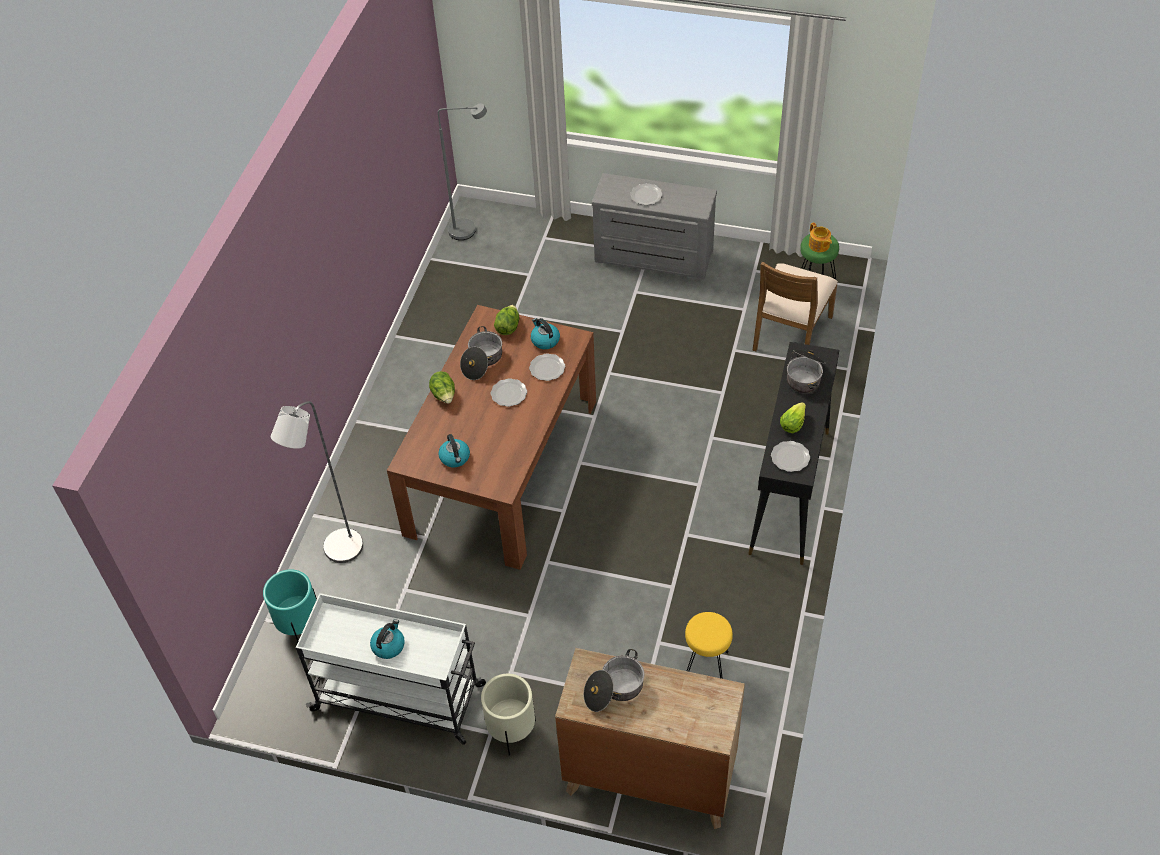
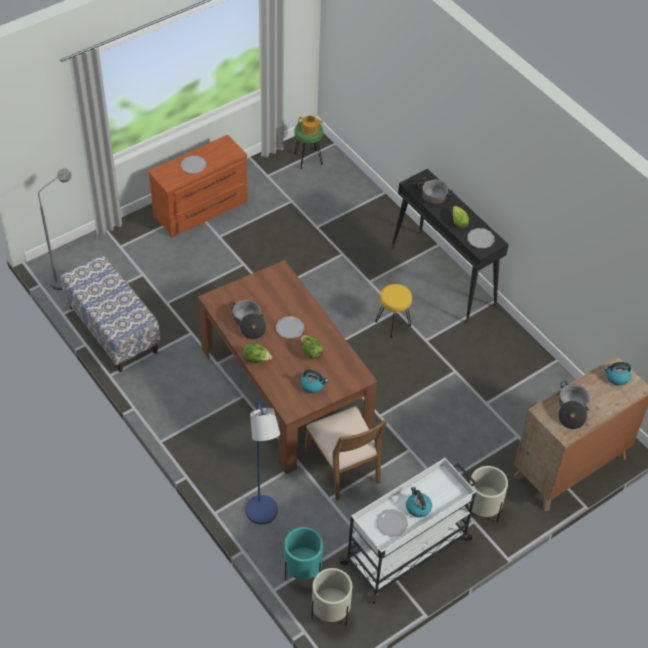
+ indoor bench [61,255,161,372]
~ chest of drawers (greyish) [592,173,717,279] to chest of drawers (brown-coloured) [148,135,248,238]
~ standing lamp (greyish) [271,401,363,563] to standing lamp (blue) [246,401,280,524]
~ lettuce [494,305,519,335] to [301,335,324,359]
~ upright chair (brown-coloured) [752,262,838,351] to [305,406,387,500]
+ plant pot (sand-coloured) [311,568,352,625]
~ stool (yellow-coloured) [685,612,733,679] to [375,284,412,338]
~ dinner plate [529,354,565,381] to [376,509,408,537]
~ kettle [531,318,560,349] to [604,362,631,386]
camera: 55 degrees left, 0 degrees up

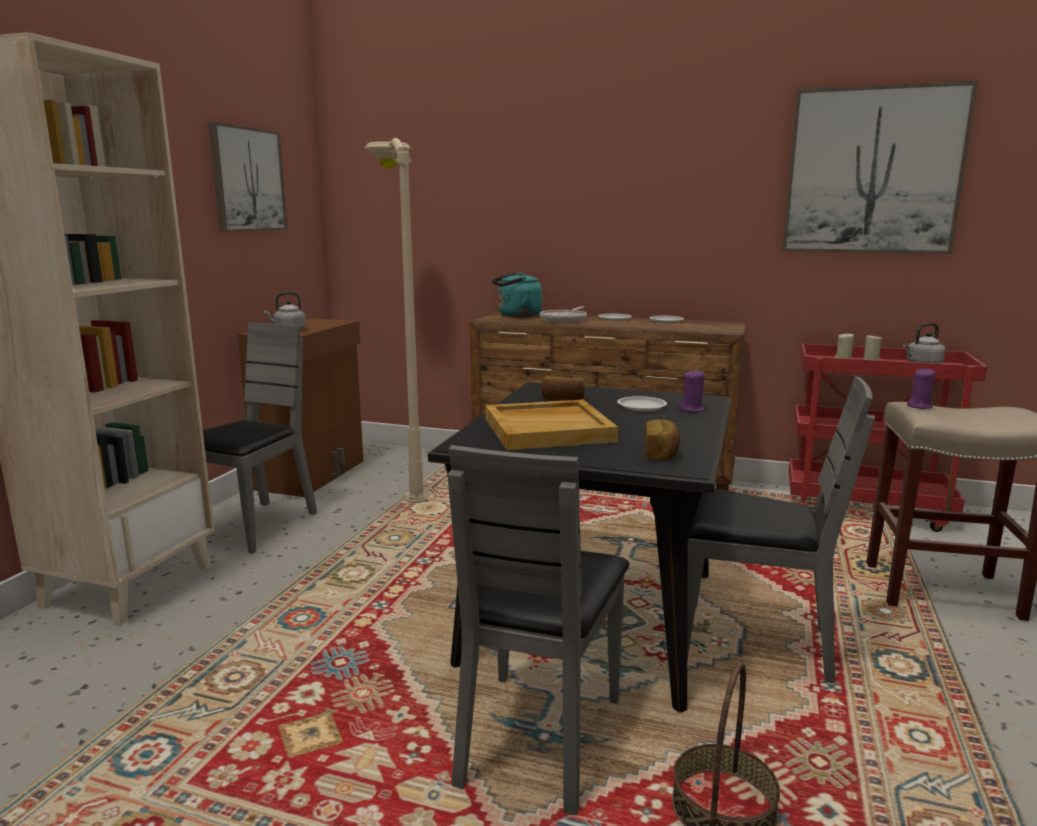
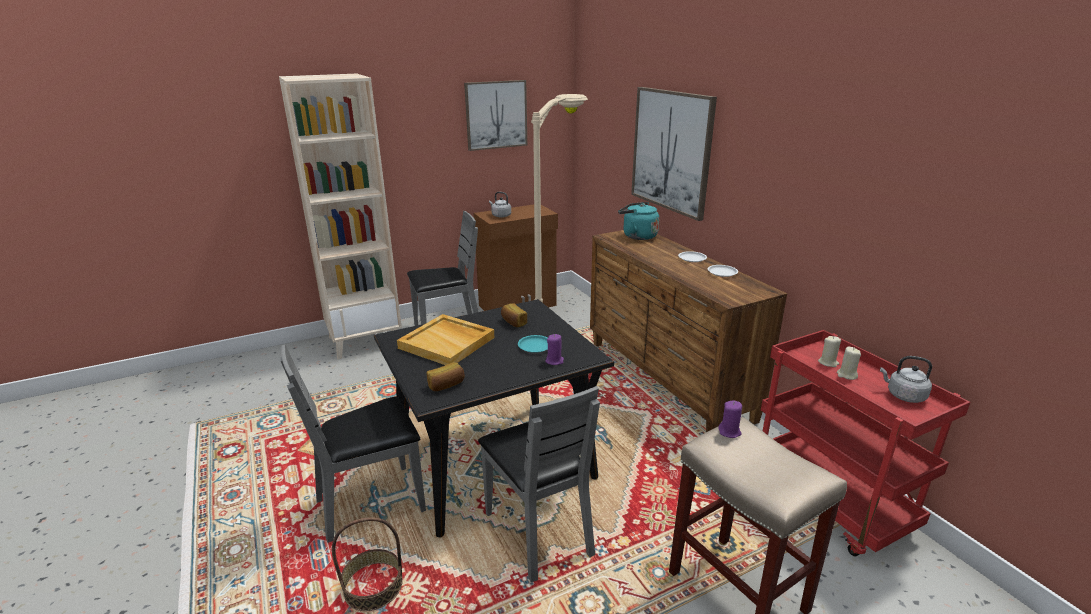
~ dinner plate (whitish) [617,396,667,411] to dinner plate (blue-green) [518,335,548,353]
~ wall art [782,80,978,254] to [631,87,717,221]
- frying pan [540,307,587,323]
camera: 45 degrees right, 10 degrees up

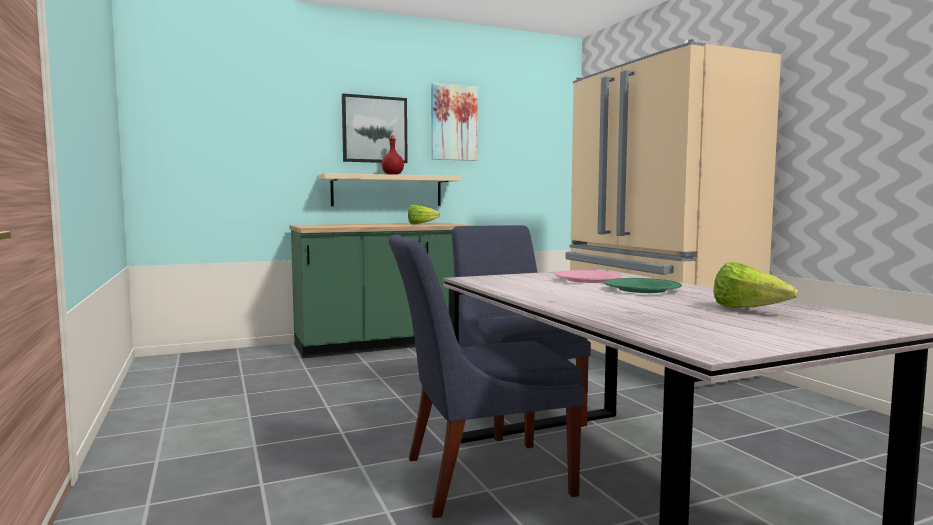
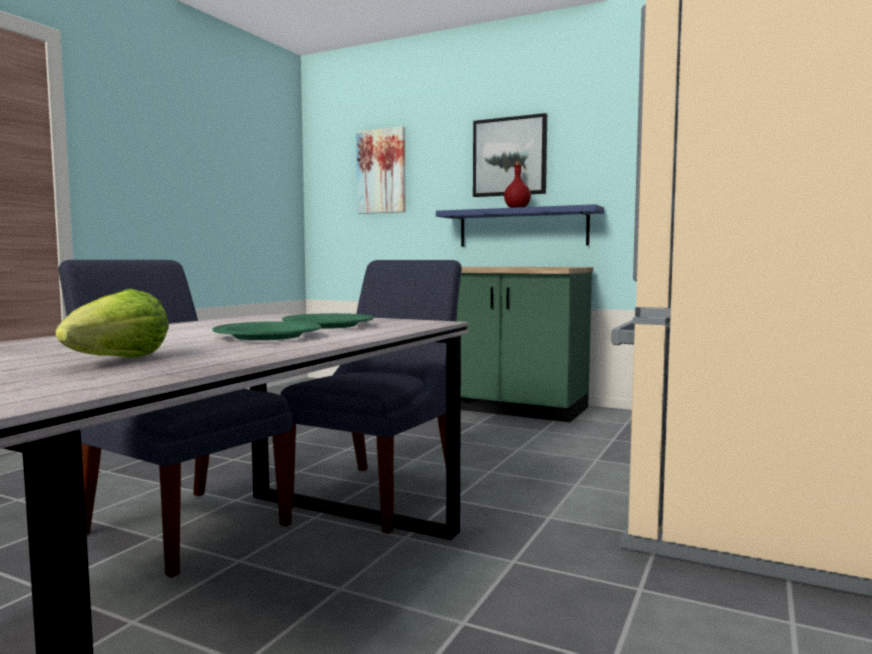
~ dinner plate (pink-coloured) [555,270,622,283] to dinner plate (greenish) [282,313,374,329]
~ wall art [431,83,478,161] to [356,126,406,214]
~ bracket shelf (sand-coloured) [318,173,461,206] to bracket shelf (blue) [436,204,604,247]
- lettuce [408,205,440,225]
camera: 50 degrees right, 0 degrees up

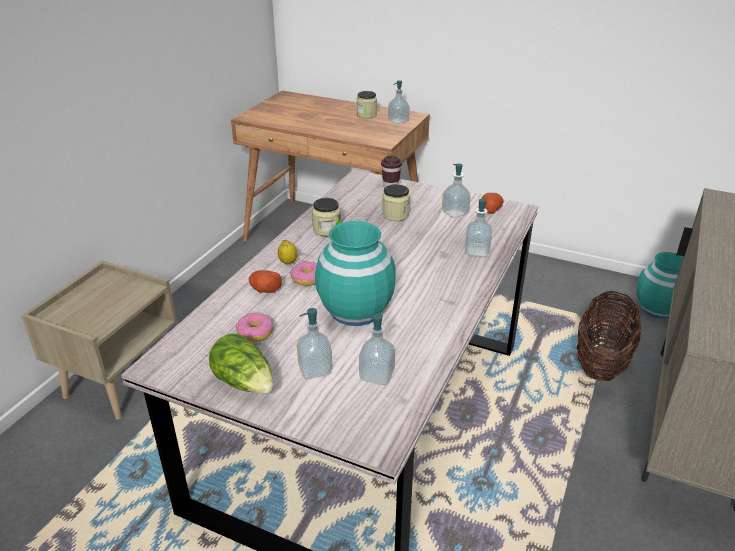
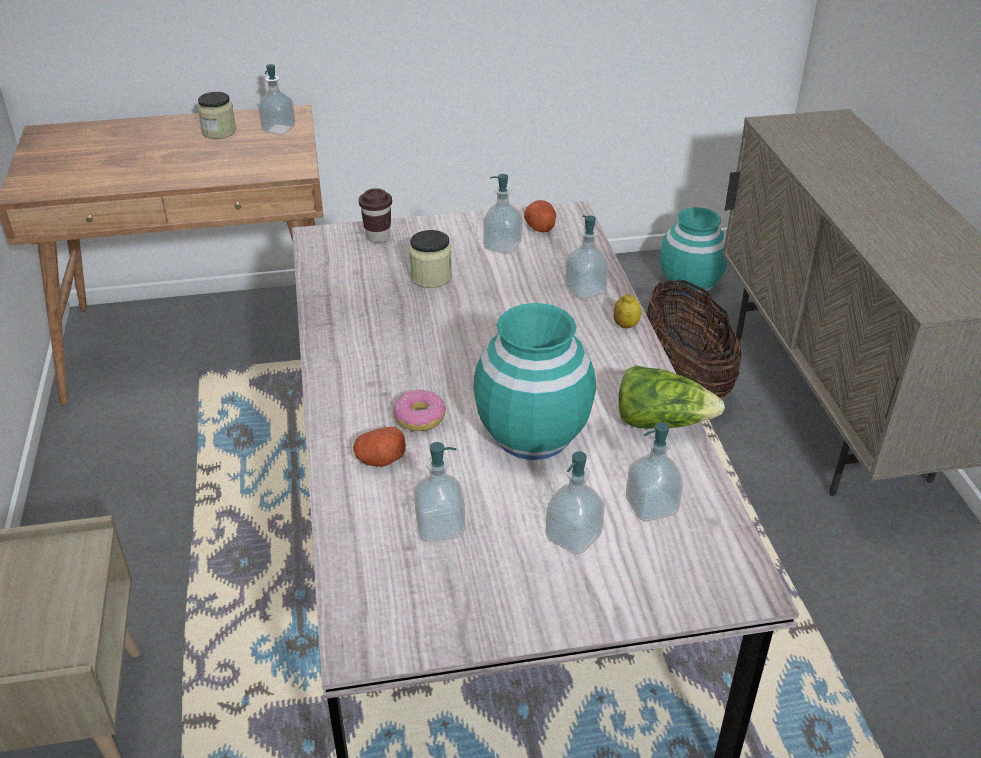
~ ring doughnut [236,313,274,342] to soap dispenser [414,442,465,542]
~ lemon [278,240,297,264] to [613,294,641,328]
~ lettuce [209,333,274,394] to [619,365,725,429]
- preserve jar [312,198,341,236]
camera: 35 degrees left, 5 degrees up

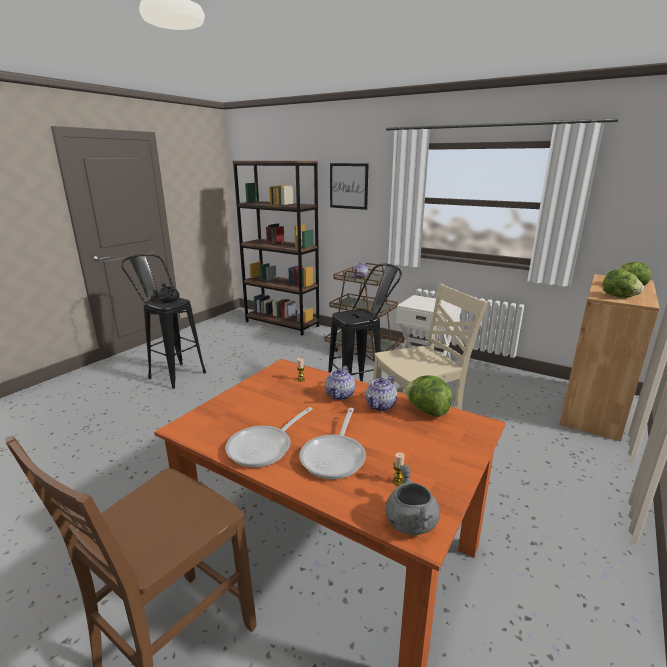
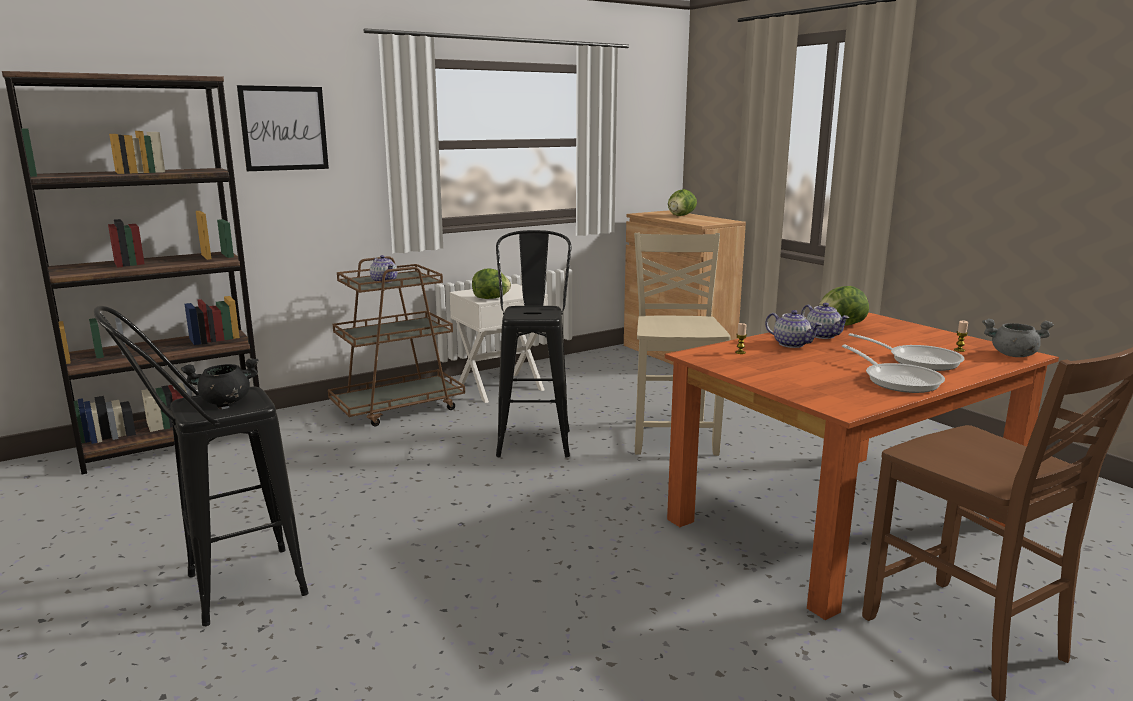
~ lettuce [603,269,644,298] to [472,268,511,299]
camera: 65 degrees left, 5 degrees down

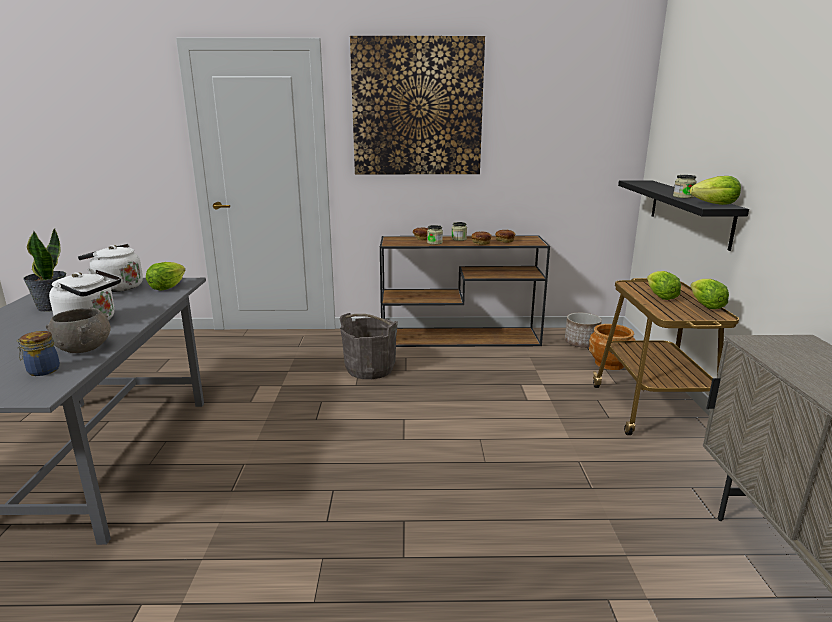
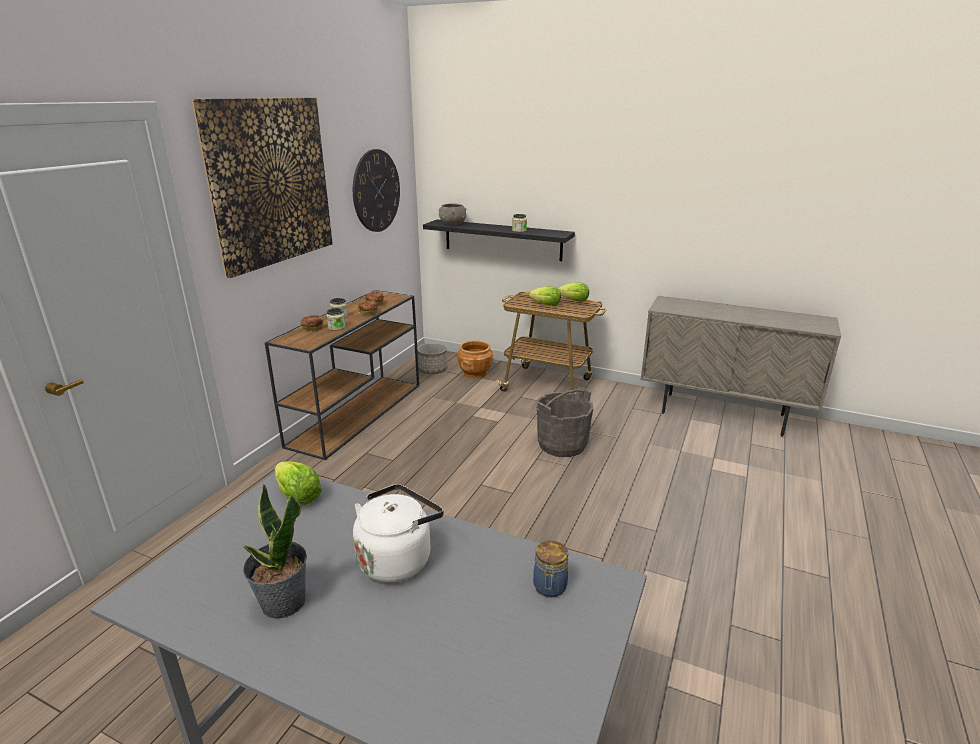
+ clock on the wall [353,149,400,232]
~ serving bowl (greyish) [46,308,111,353] to [439,203,466,225]
~ pail (greyish) [339,313,398,379] to [536,387,594,457]
- kettle (whitish) [78,244,143,292]
- lettuce [690,176,741,205]
camera: 65 degrees left, 5 degrees up

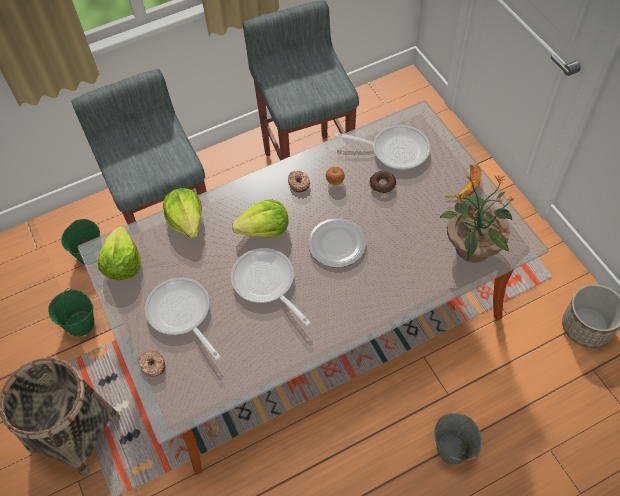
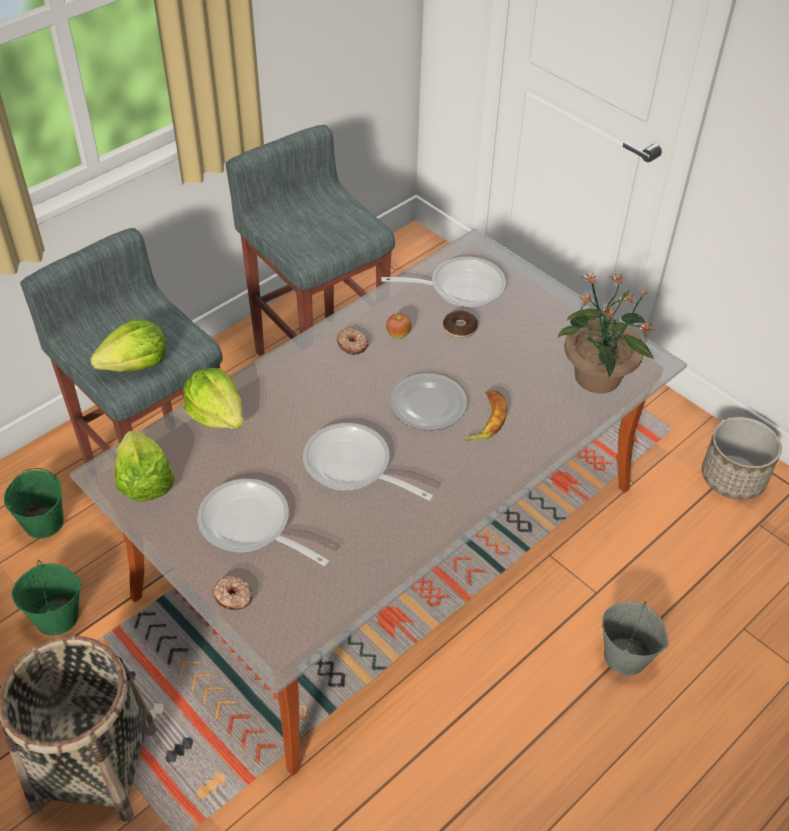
~ lettuce [232,199,289,238] to [90,319,167,372]
~ banana [444,164,482,198] to [464,390,507,440]
camera: 20 degrees left, 10 degrees down

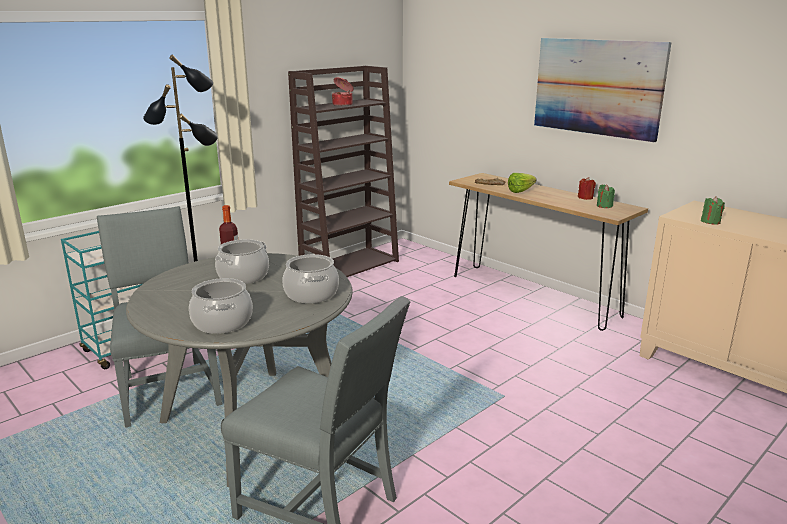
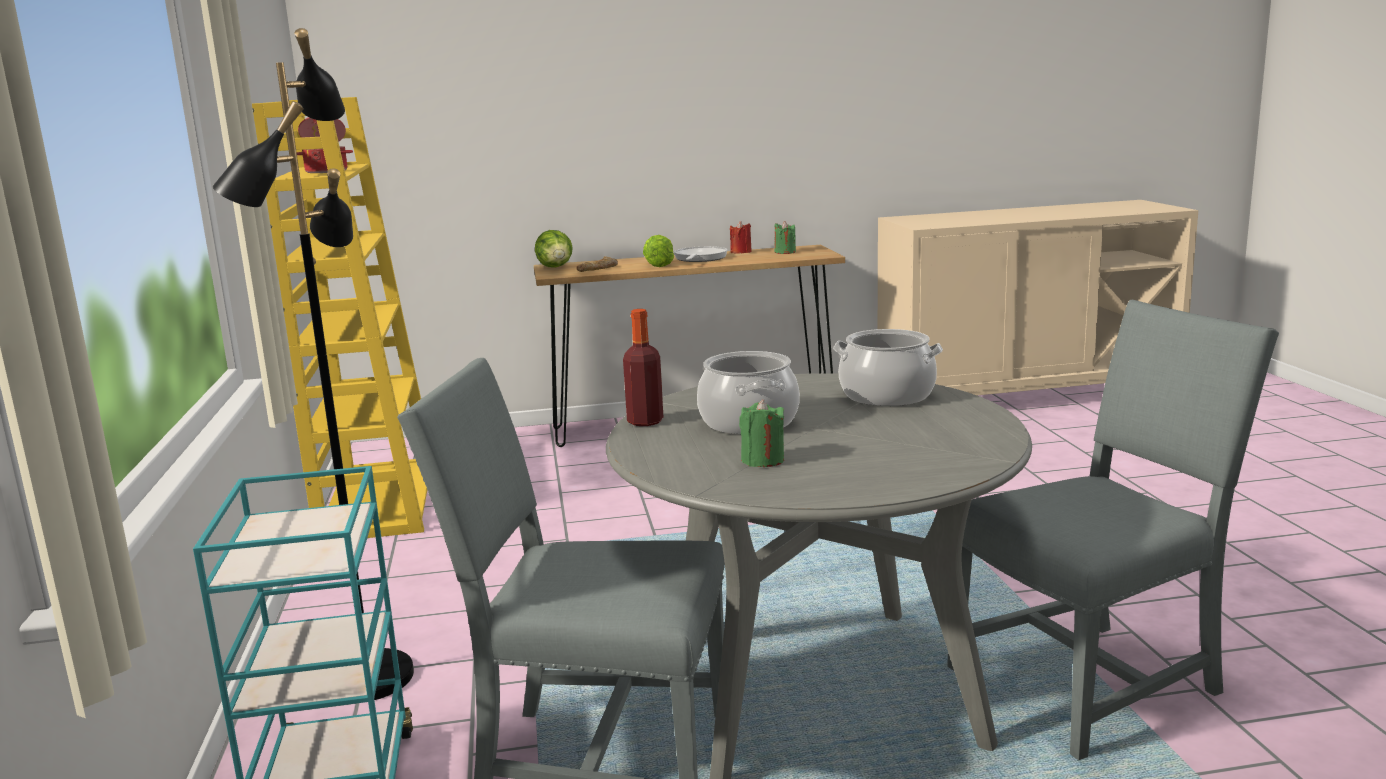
~ bookcase (brown-coloured) [288,66,399,277] to bookcase (yellow-coloured) [252,97,427,538]
+ lettuce [535,230,573,268]
+ frying pan [674,246,727,262]
~ wax light (greenish) [701,196,725,225] to [739,400,784,467]
- cooking pot [189,278,253,334]
- wall art [534,38,672,142]
camera: 55 degrees left, 5 degrees down

